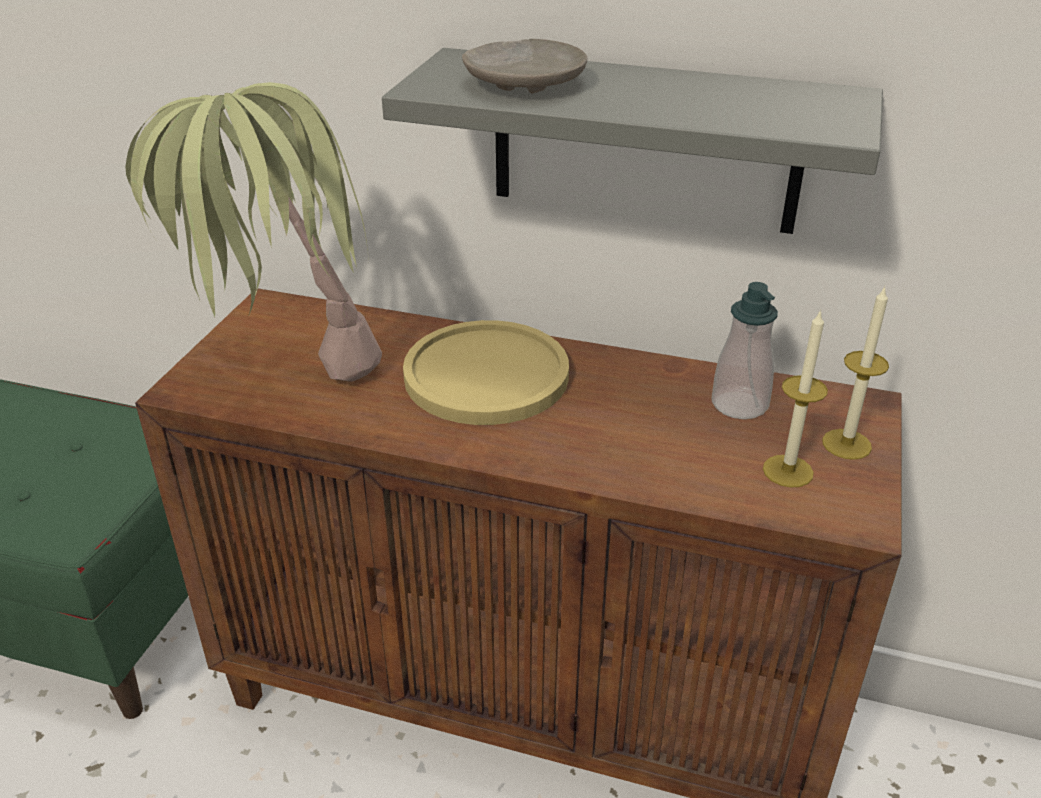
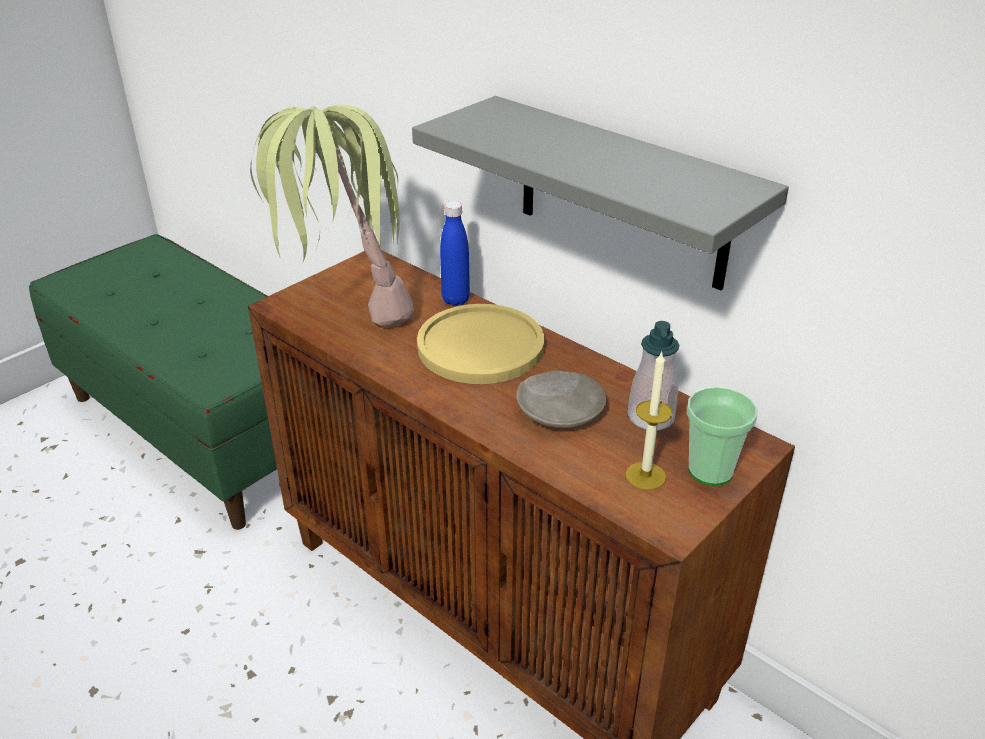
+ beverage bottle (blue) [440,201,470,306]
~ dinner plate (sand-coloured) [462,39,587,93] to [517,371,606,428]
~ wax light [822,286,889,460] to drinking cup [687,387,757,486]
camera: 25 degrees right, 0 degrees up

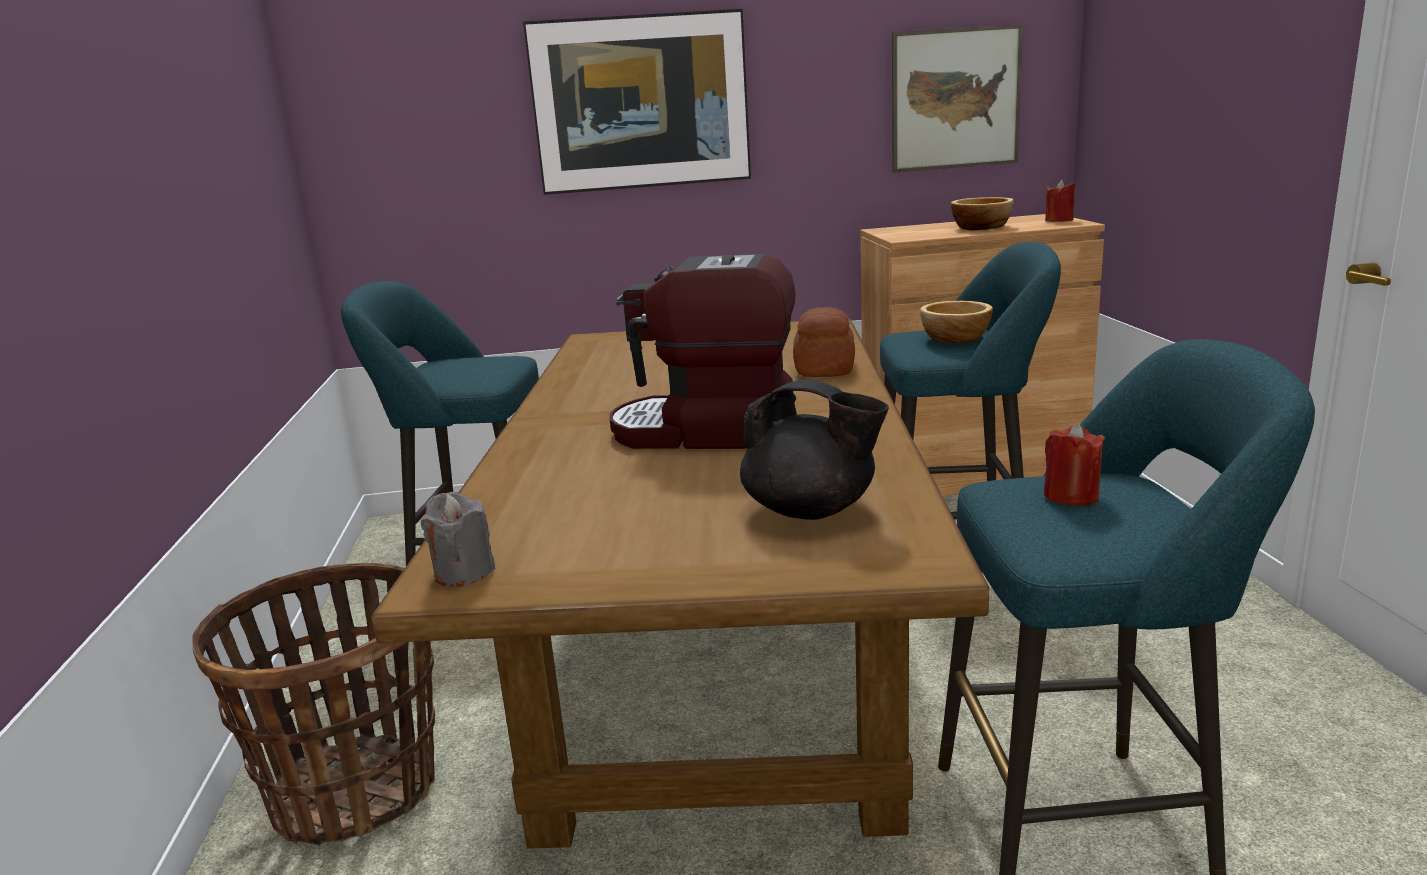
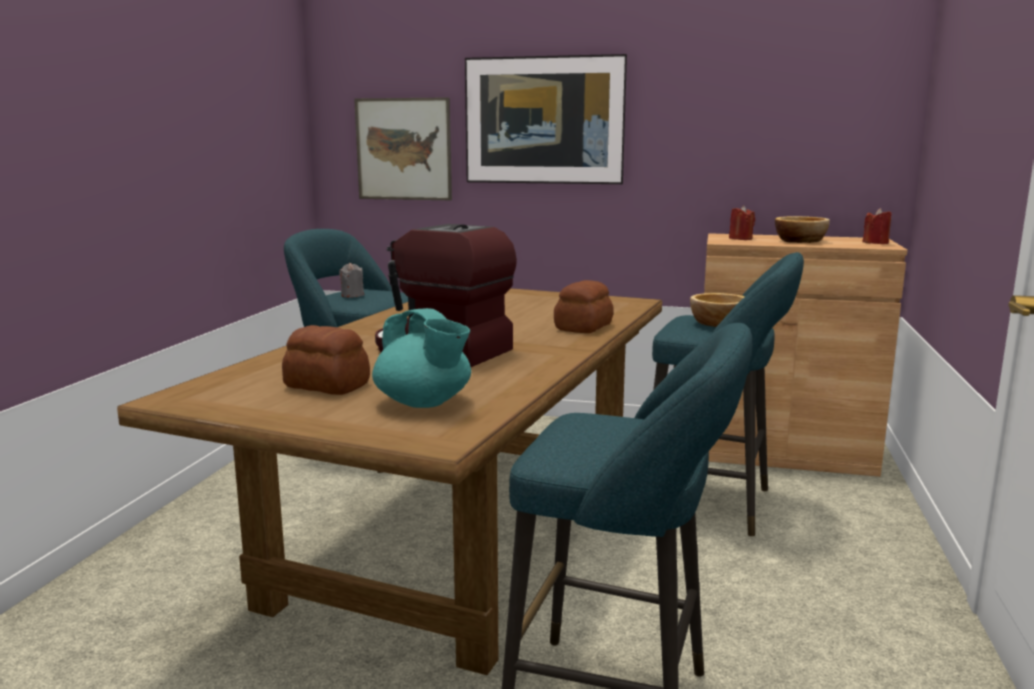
+ bakery bread [282,325,370,395]
~ wax light (greyish) [421,492,495,586] to [339,263,364,298]
~ wall art [892,24,1023,173] to [354,97,452,200]
~ teapot (blackish) [740,380,889,520] to teapot (blue-green) [372,308,471,408]
~ wax light (red-coloured) [1043,423,1105,506] to [729,205,755,240]
- household basket [192,563,435,846]
camera: 20 degrees right, 5 degrees down

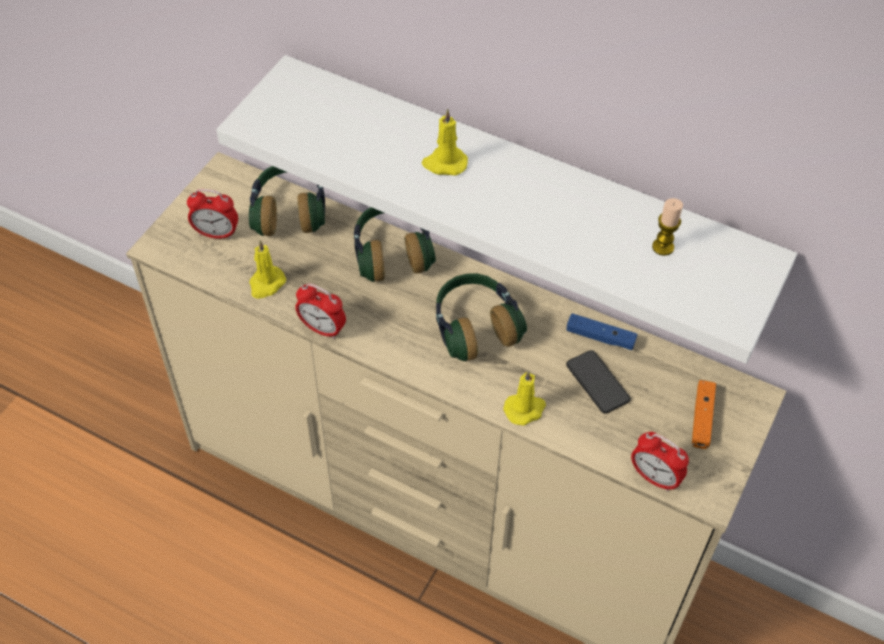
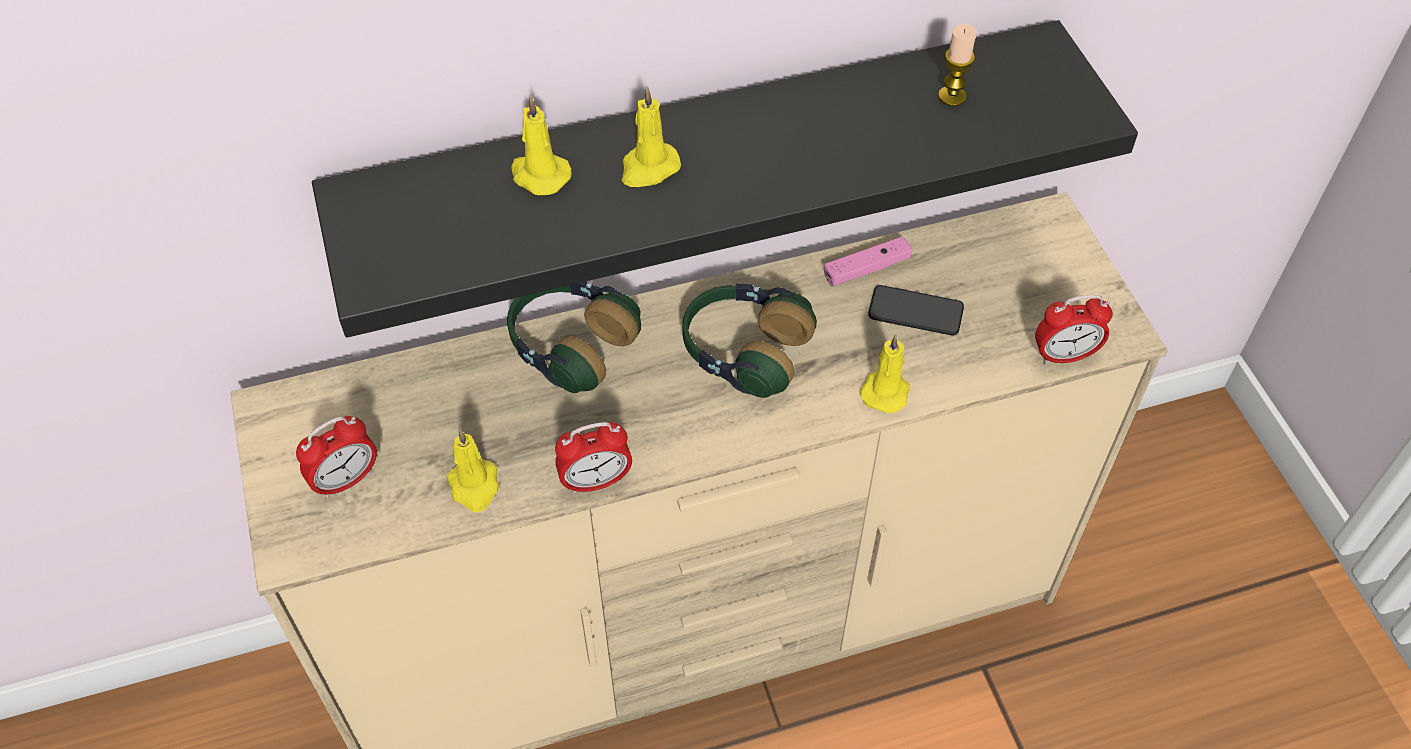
~ bracket shelf (whitish) [216,55,797,364] to bracket shelf (blackish) [312,20,1138,338]
+ wax light (yellow-coloured) [511,96,572,195]
~ joypad (blue) [567,313,637,350] to joypad (pink-coloured) [824,236,912,286]
- pair of headphones [249,166,325,236]
- joypad (orange) [692,380,716,449]
camera: 45 degrees left, 0 degrees up

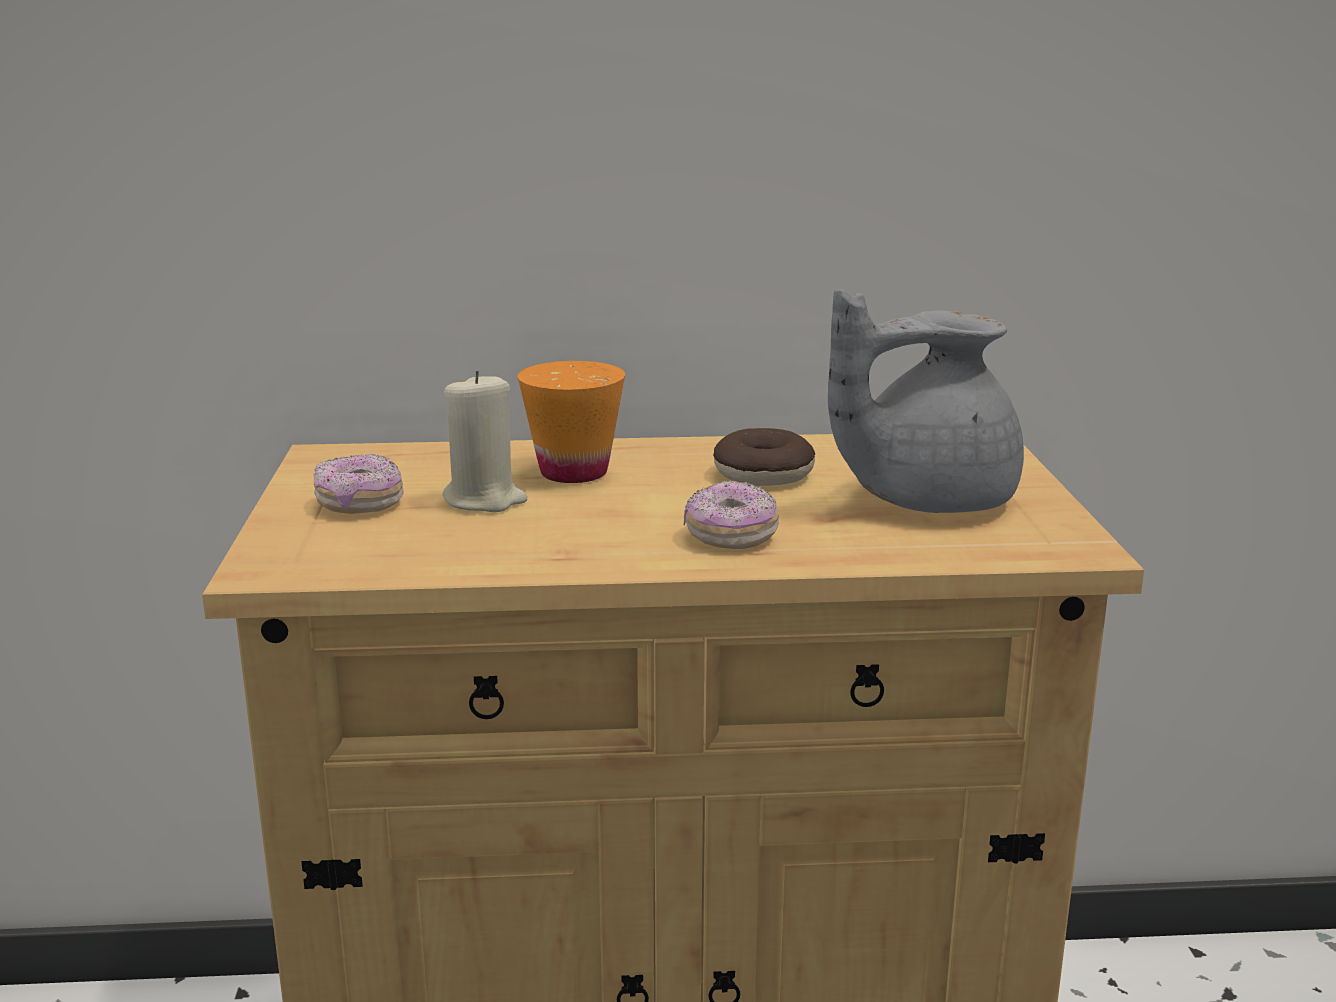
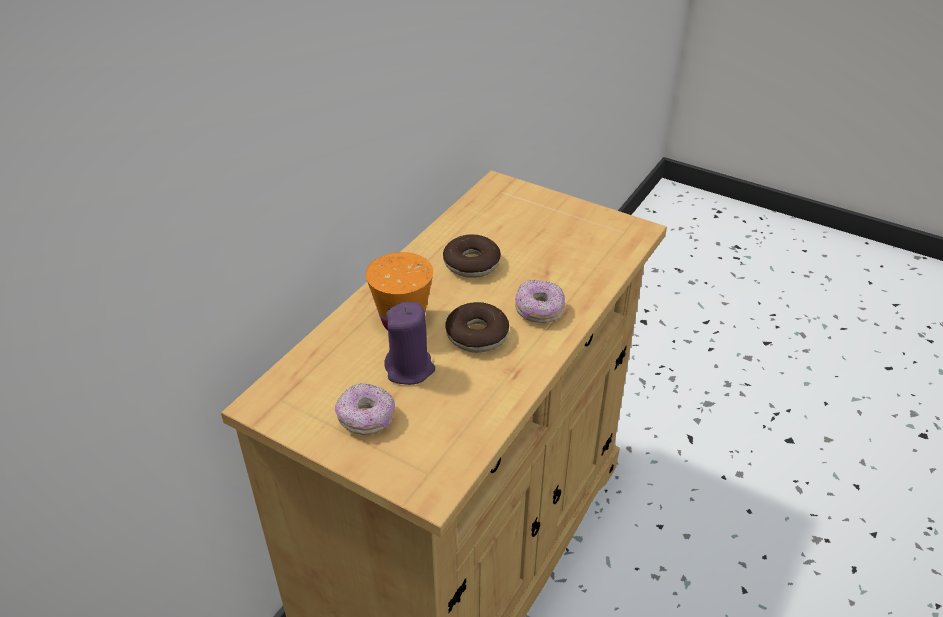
~ wax light (sand-coloured) [443,370,527,512] to wax light (purplish) [385,301,435,385]
+ ring doughnut [445,302,509,353]
- teapot (greyish) [828,290,1024,513]
camera: 55 degrees left, 20 degrees up

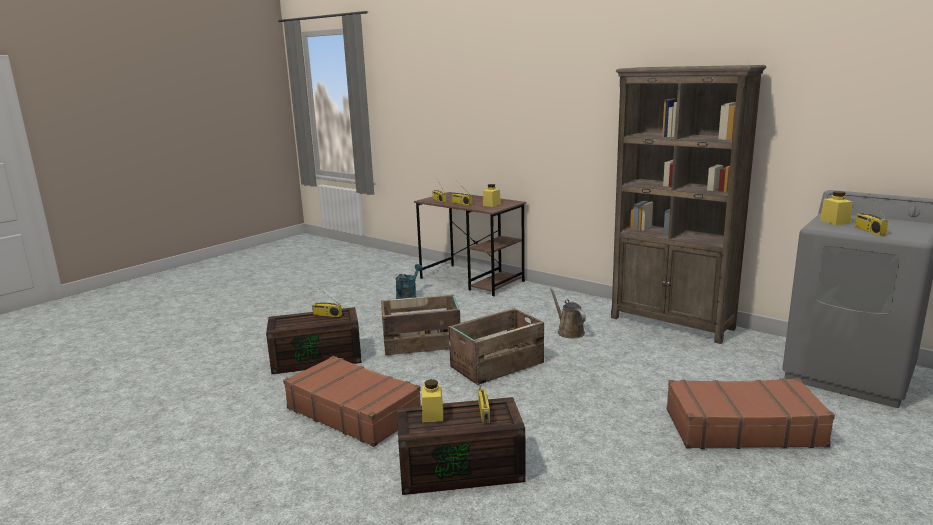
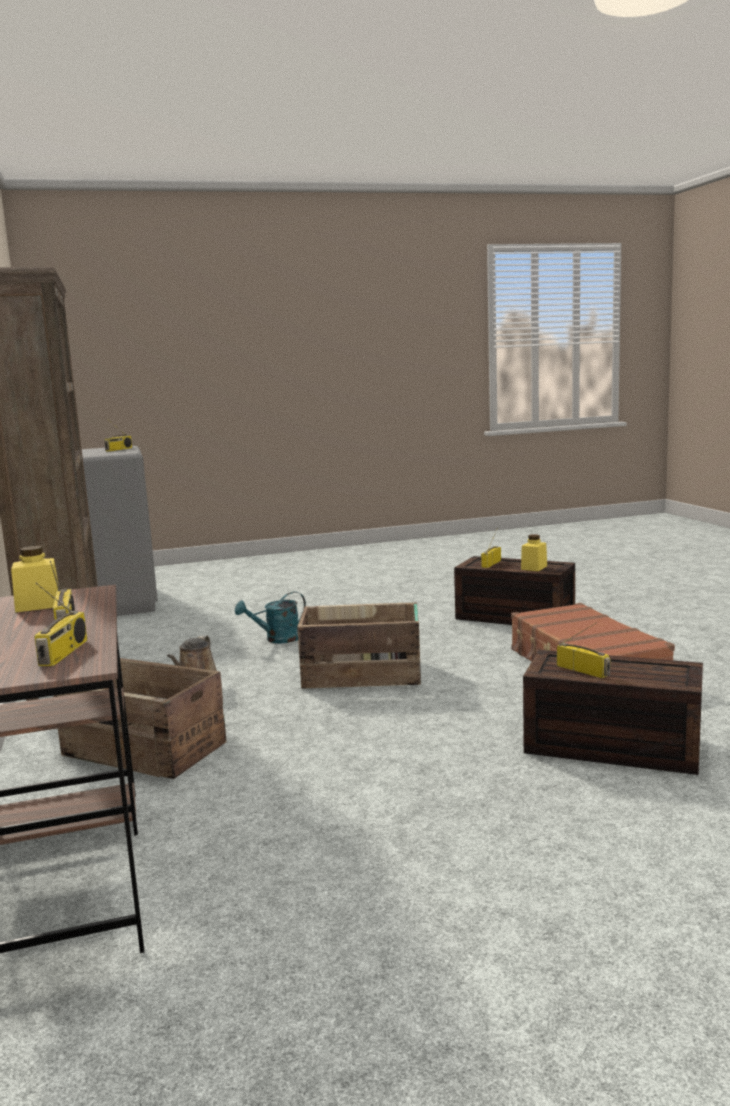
~ shipping crate [381,294,460,355] to [53,658,226,779]
~ watering pot (blue-green) [395,264,423,299] to [235,591,306,643]
- piece of luggage (brown-coloured) [667,378,835,449]
- preserve jar (yellow-coloured) [820,191,852,225]
camera: 145 degrees left, 5 degrees down

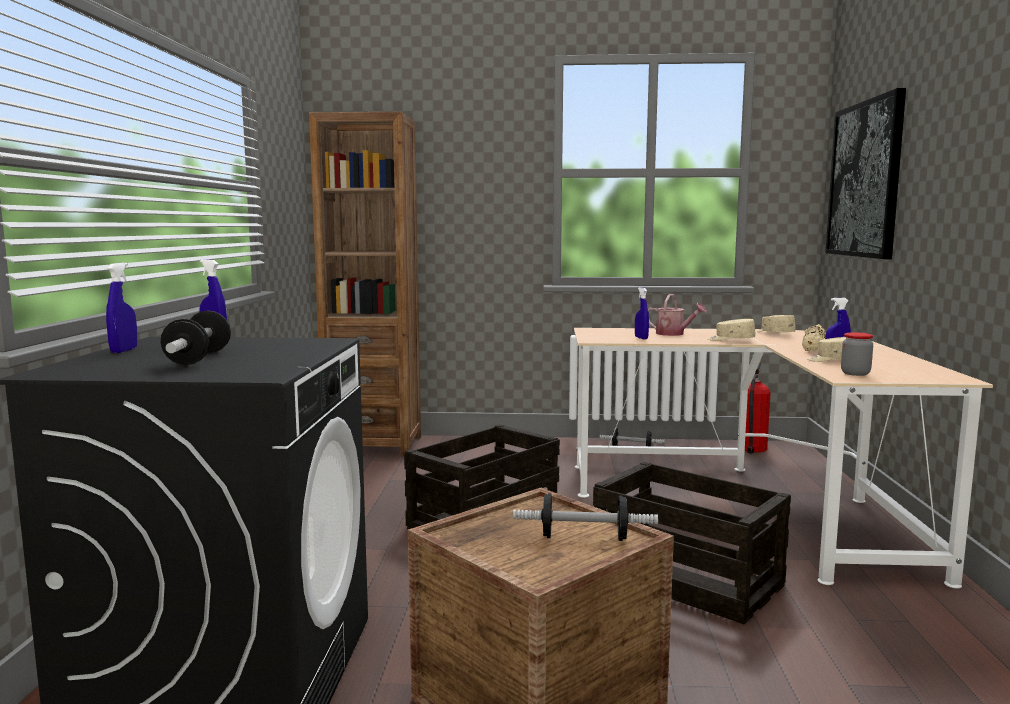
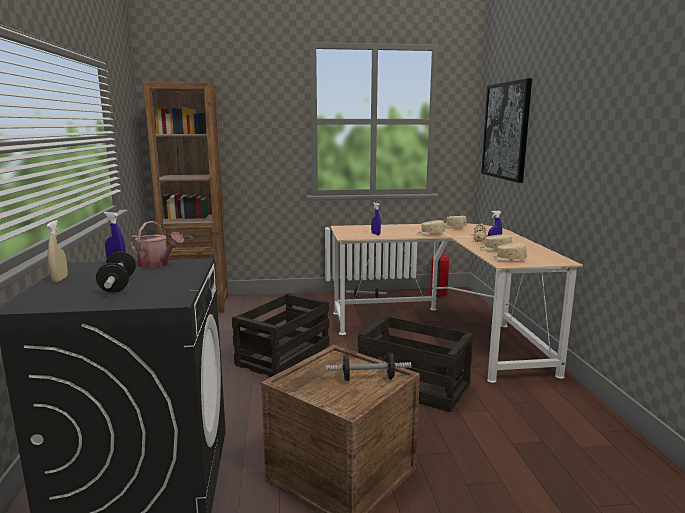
~ spray bottle (blue) [106,262,137,353] to spray bottle (sand-coloured) [46,220,68,282]
~ watering pot [648,294,706,336] to [130,221,184,268]
~ preserve jar [841,332,873,376] to baseball cap (sand-coloured) [490,243,527,261]
camera: 10 degrees left, 5 degrees up

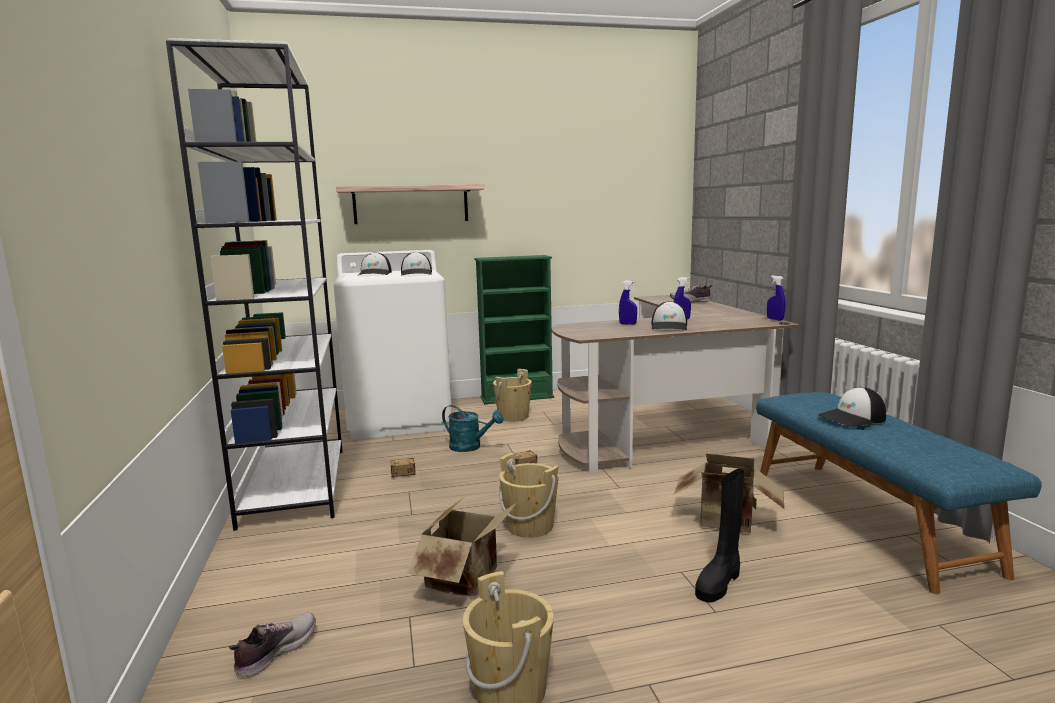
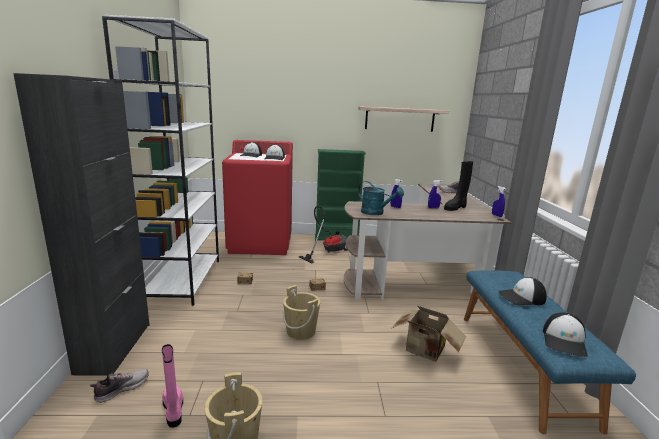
+ storage cabinet (blackish) [13,73,150,376]
+ boot (pink-coloured) [162,344,183,428]
~ laundry machine (whitish) [334,250,452,440] to laundry machine (red-coloured) [222,140,293,255]
~ pail (sand-coloured) [493,369,532,422] to vacuum cleaner [299,206,348,263]
~ bracket shelf [336,184,484,224] to [358,106,449,132]
~ watering pot (blue-green) [442,405,504,452] to [358,181,404,215]
~ boot (blackish) [695,469,744,603] to [444,161,473,211]
~ baseball cap [651,301,687,330] to [543,313,588,357]
- carton [407,494,518,597]
camera: 10 degrees right, 5 degrees up

